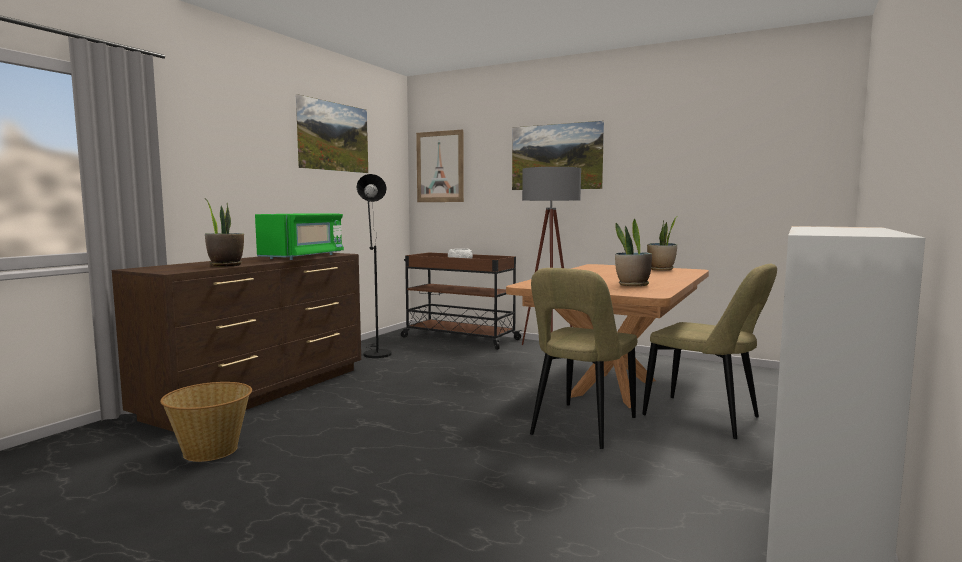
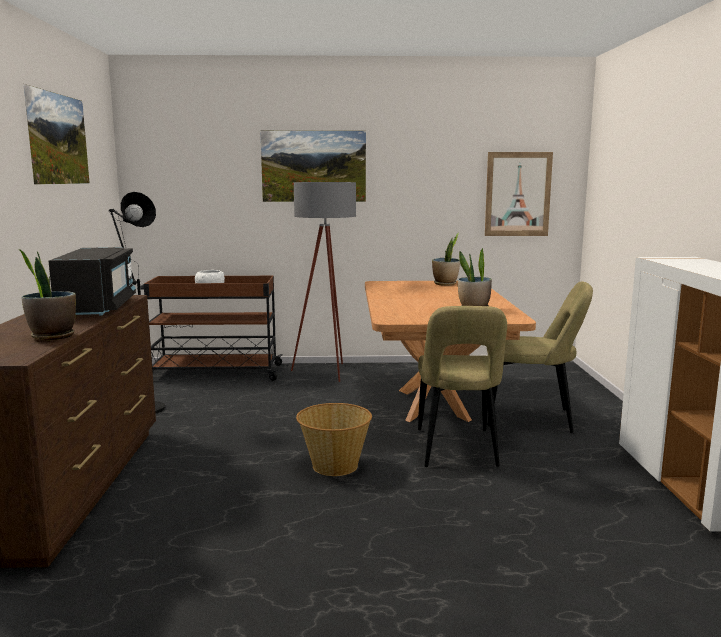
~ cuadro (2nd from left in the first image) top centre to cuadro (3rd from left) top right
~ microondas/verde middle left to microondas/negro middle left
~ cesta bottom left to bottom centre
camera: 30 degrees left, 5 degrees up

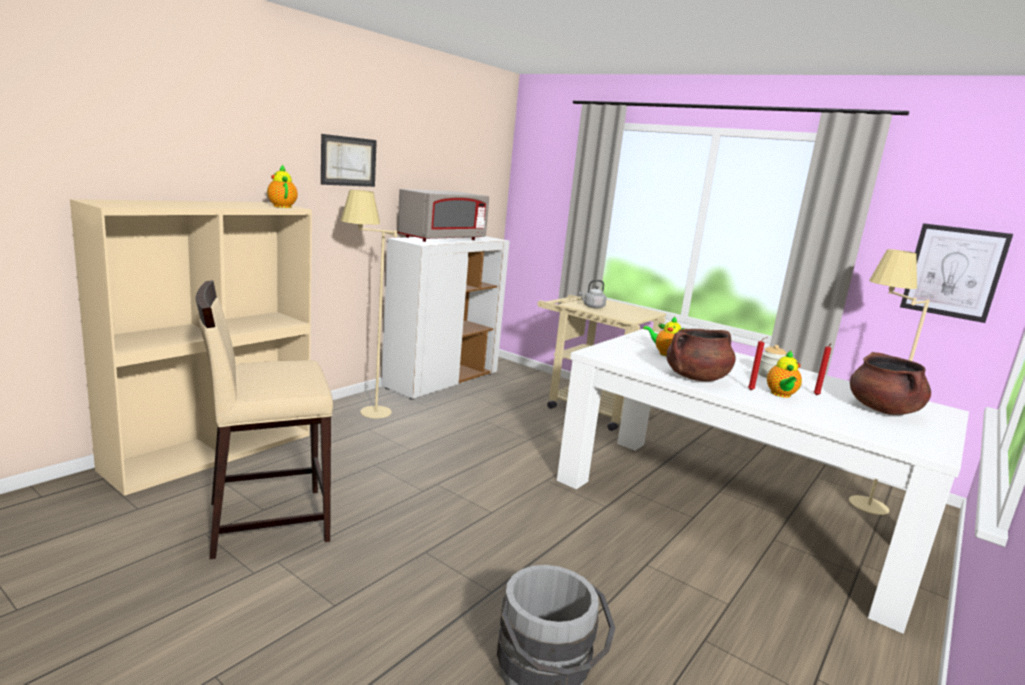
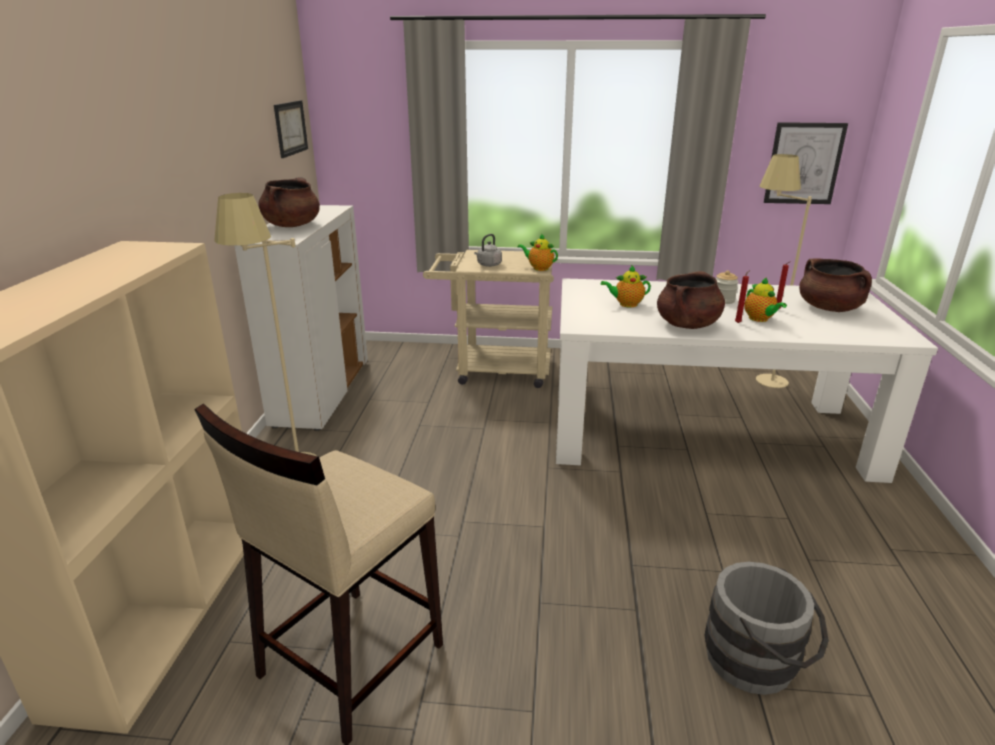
~ cuadro (1st from left) top centre to top left
~ tetera (1st from left) top left to centre
~ microondas/gris top centre to olla/marrón (1st from left) top left
camera: 30 degrees left, 10 degrees up

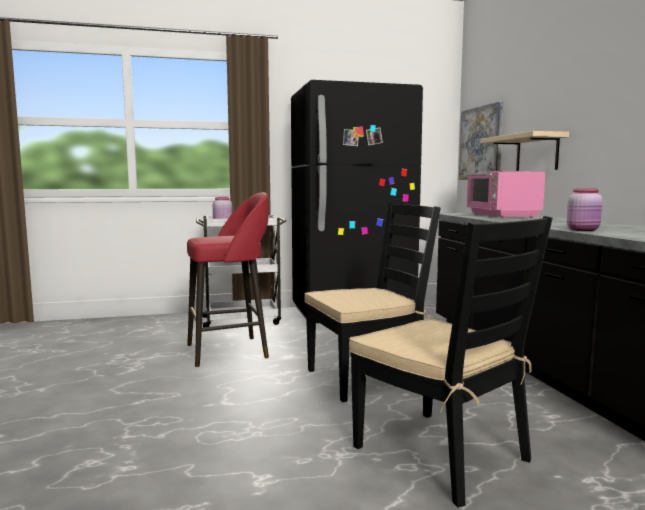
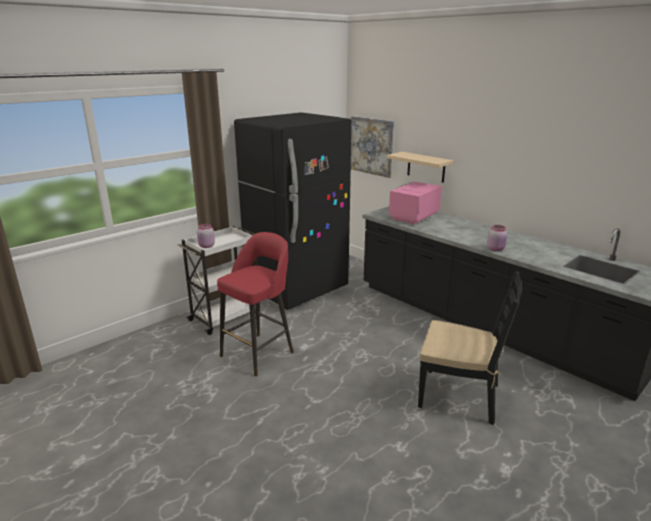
~ microondas/rosa middle right = centre 75 degrees clockwise
- silla/negro (1st from left) centre
camera: 30 degrees left, 15 degrees up

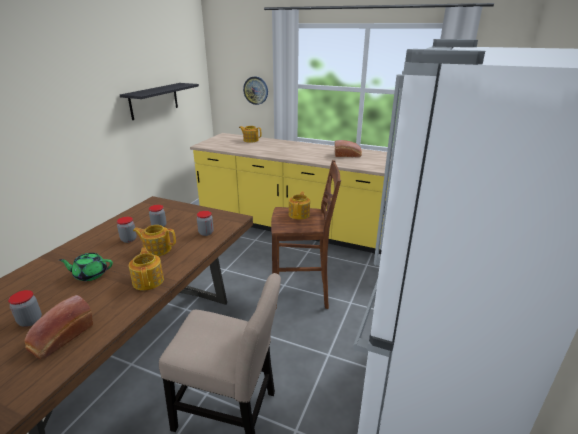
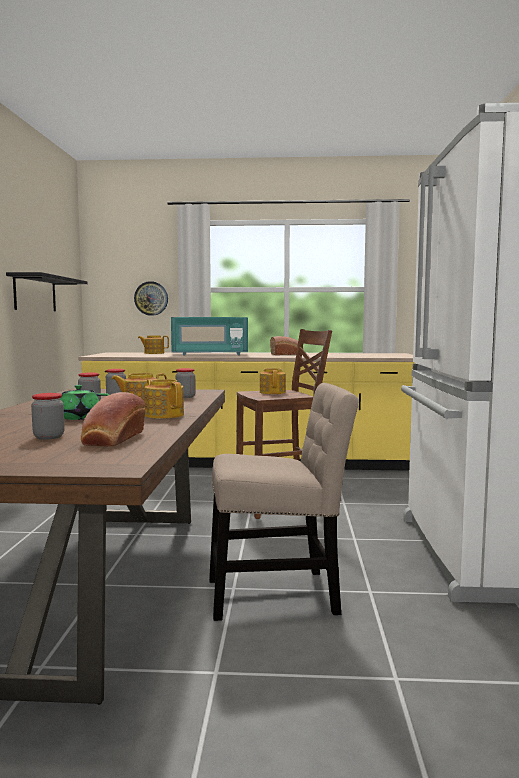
+ microondas/turquesa centre
camera: 20 degrees left, 20 degrees down

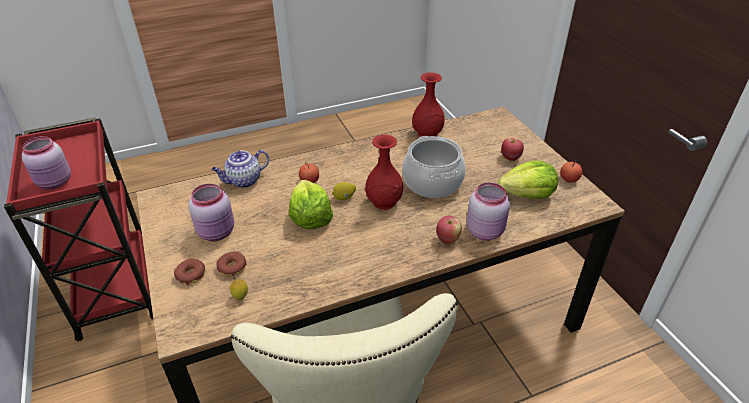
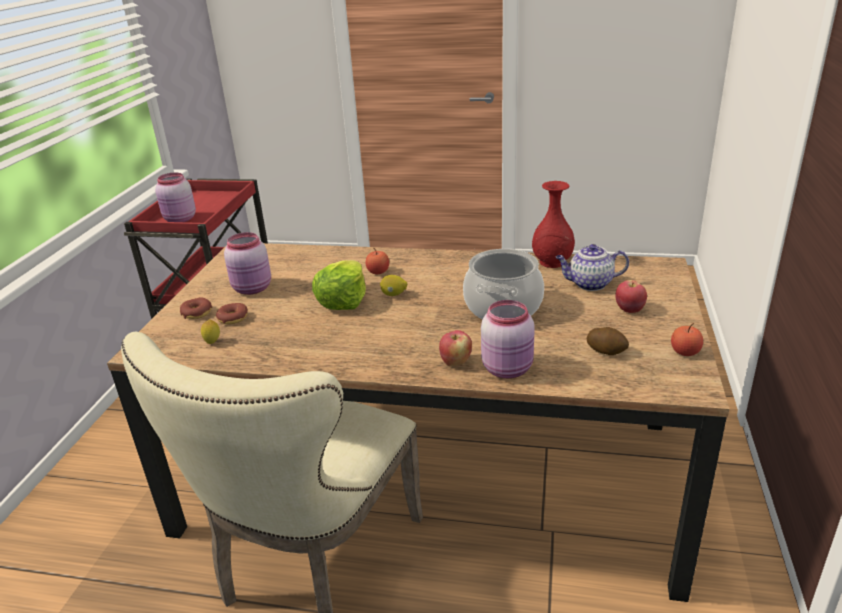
- florero/rojo (1st from left) centre
~ tetera middle left to middle right
~ lechuga (2nd from left) middle right to patata middle right
camera: 35 degrees right, 10 degrees down

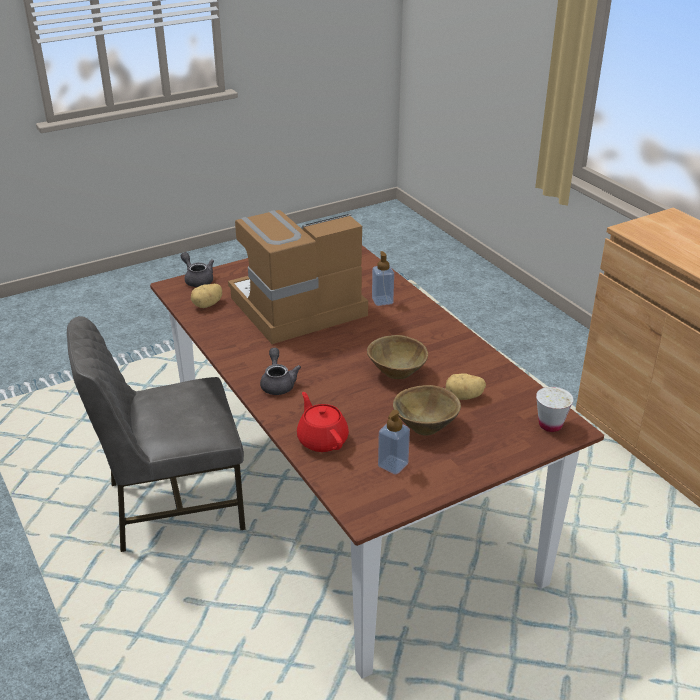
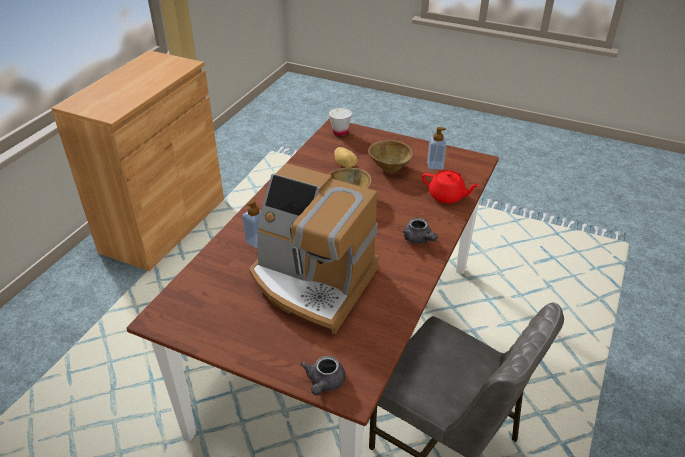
- patata (1st from left) middle left
~ tetera/gris (2nd from left) centre = centre 75 degrees counterclockwise
~ tetera/rojo centre = centre 90 degrees counterclockwise
camera: 125 degrees left, 5 degrees up

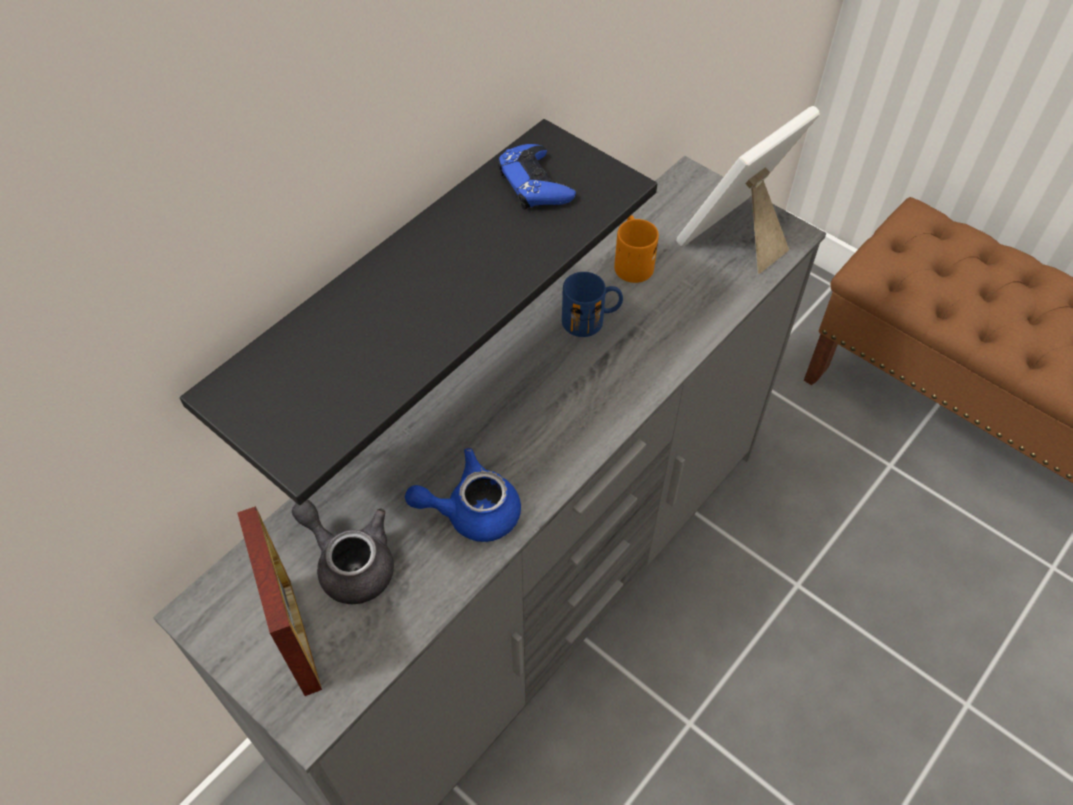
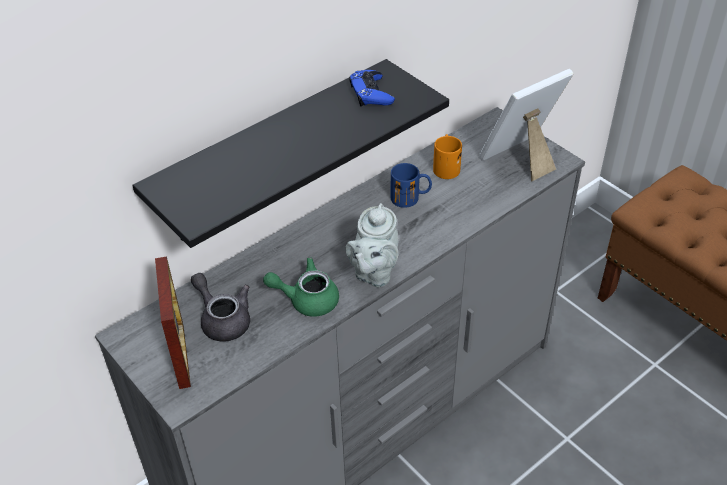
~ tetera/azul centre to tetera/verde centre
+ tetera/gris (2nd from left) centre
camera: 10 degrees right, 10 degrees down

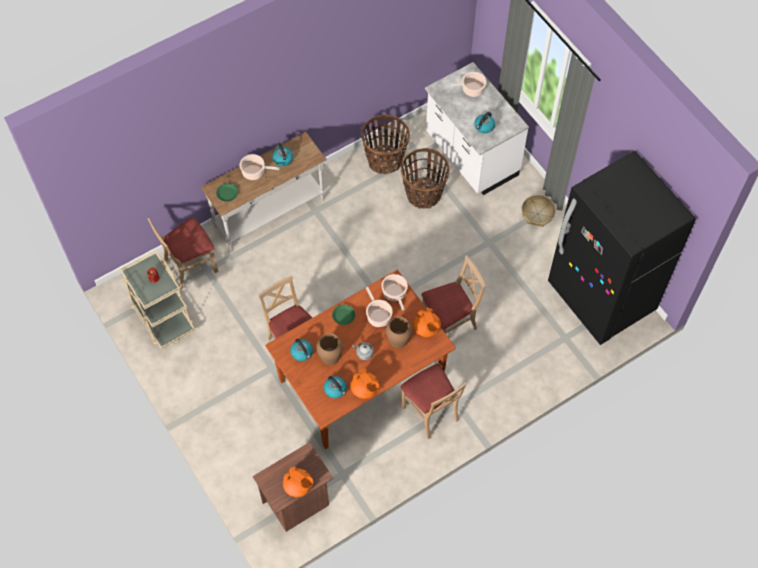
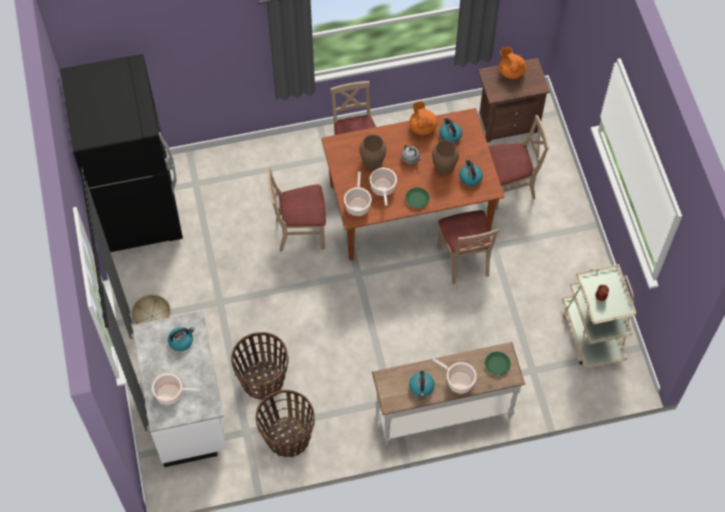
~ silla/beis (1st from left in the first image) middle left to silla/beis (4th from left) top right
- tetera/naranja (3rd from left) centre
camera: 160 degrees left, 0 degrees up

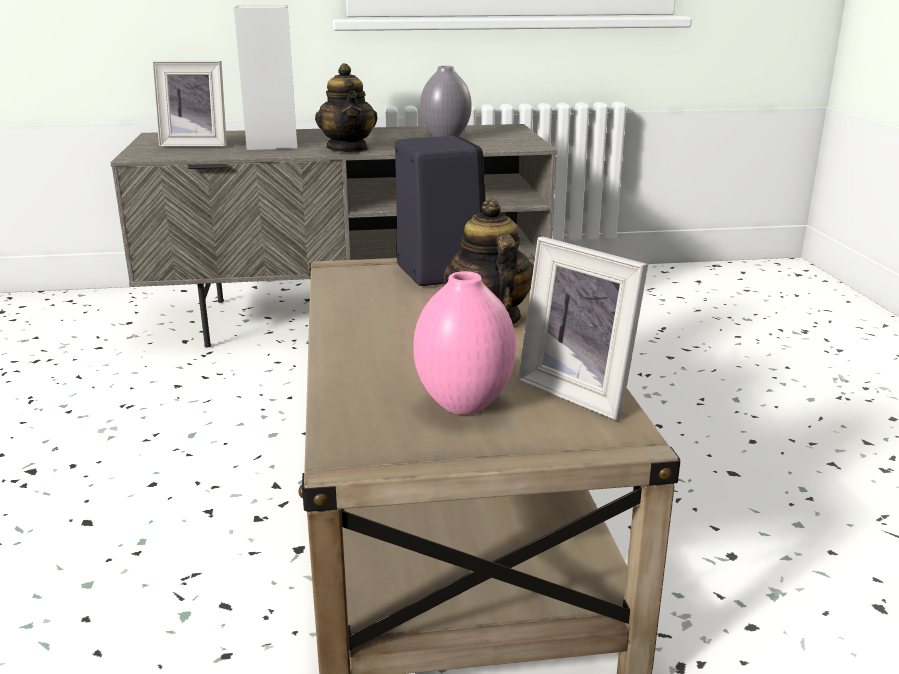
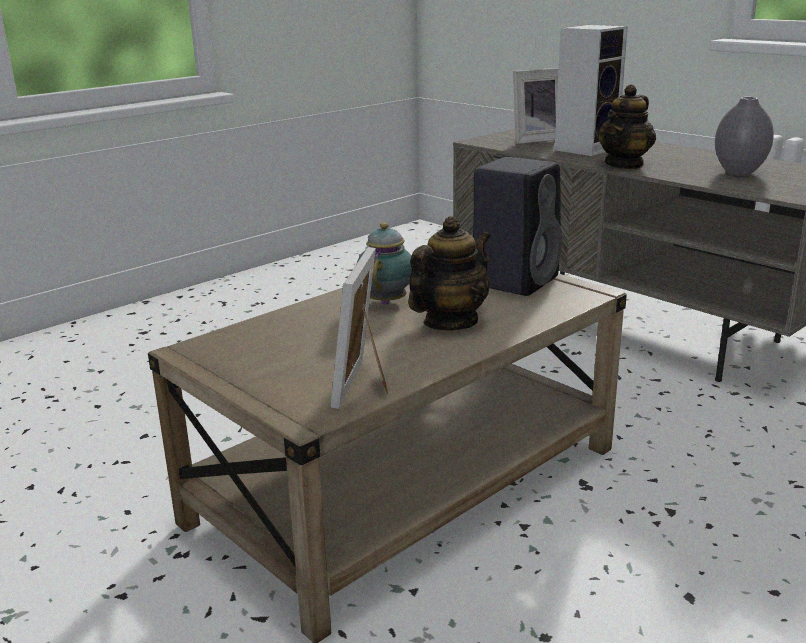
~ portarretratos (1st from left in the first image) top left = top centre 75 degrees counterclockwise
- florero/rosa centre
+ tetera (1st from left) centre
camera: 55 degrees right, 0 degrees up

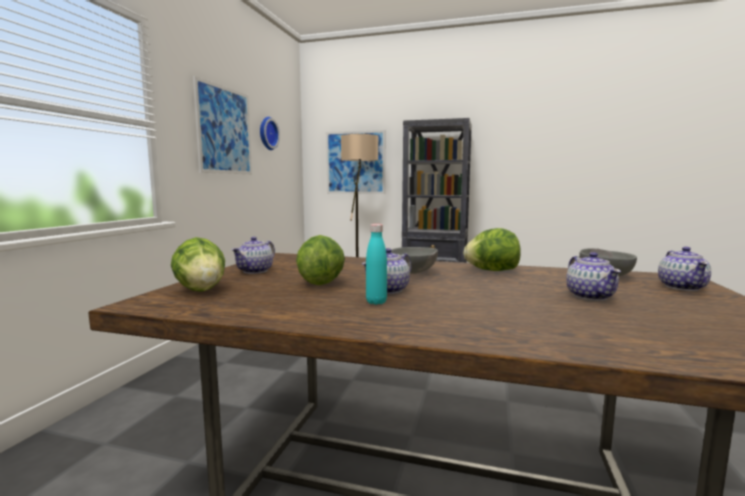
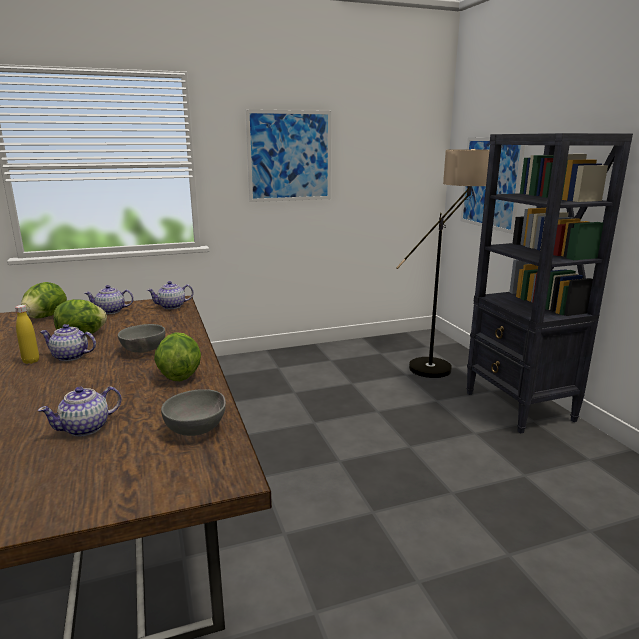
- reloj de pared top centre
~ botella/turquesa centre to botella/amarillo middle left
~ tetera (4th from left) middle right to middle left
camera: 55 degrees right, 10 degrees up

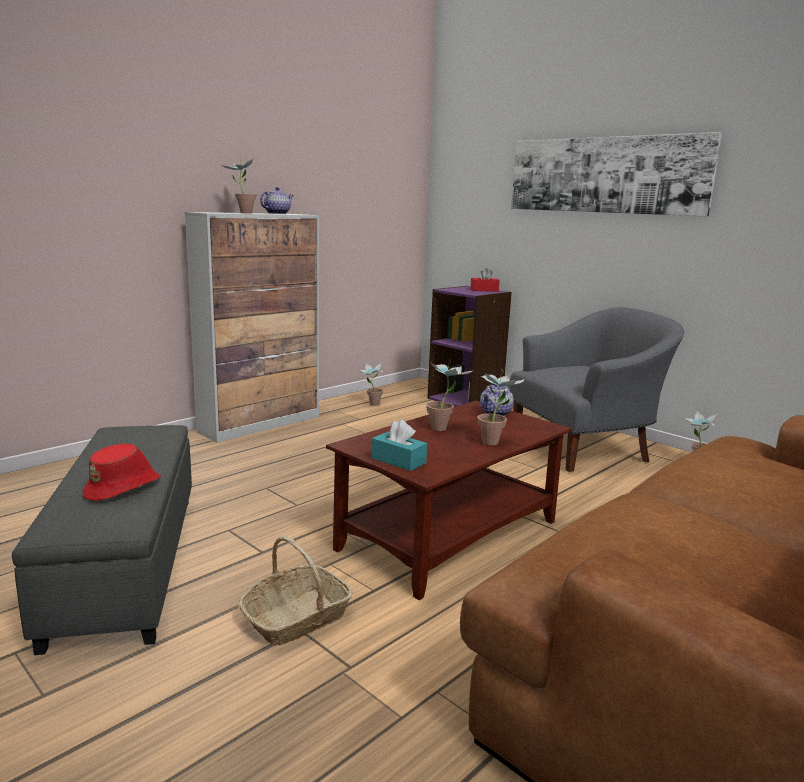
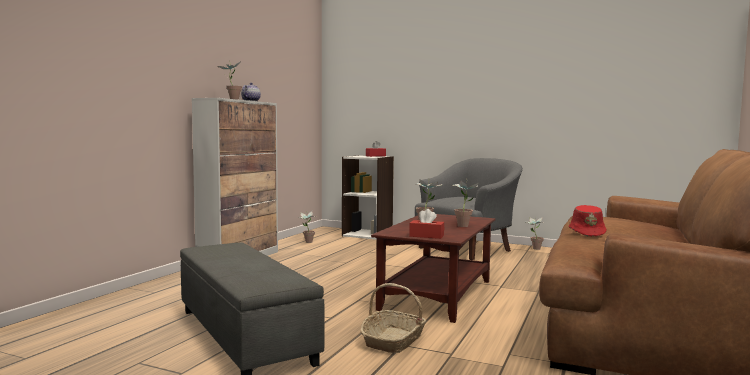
- cuadro top right
~ estantería/morado centre to estantería/blanco centre
- tetera (2nd from left) centre
~ caja de pañuelos/turquesa centre to caja de pañuelos/rojo (2nd from left) centre
~ sombrero/rojo middle left to middle right
camera: 20 degrees left, 10 degrees down

